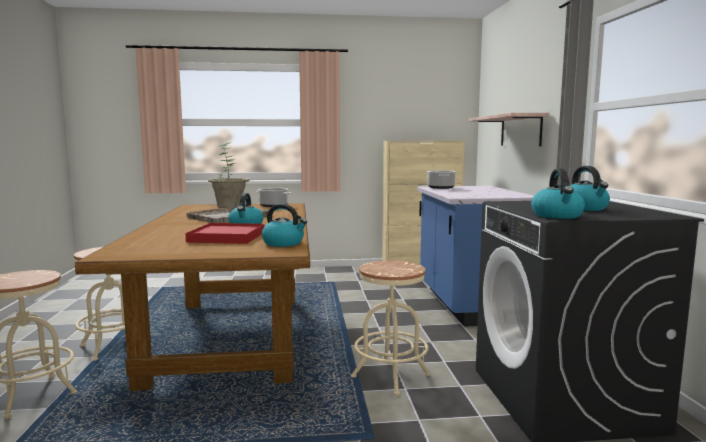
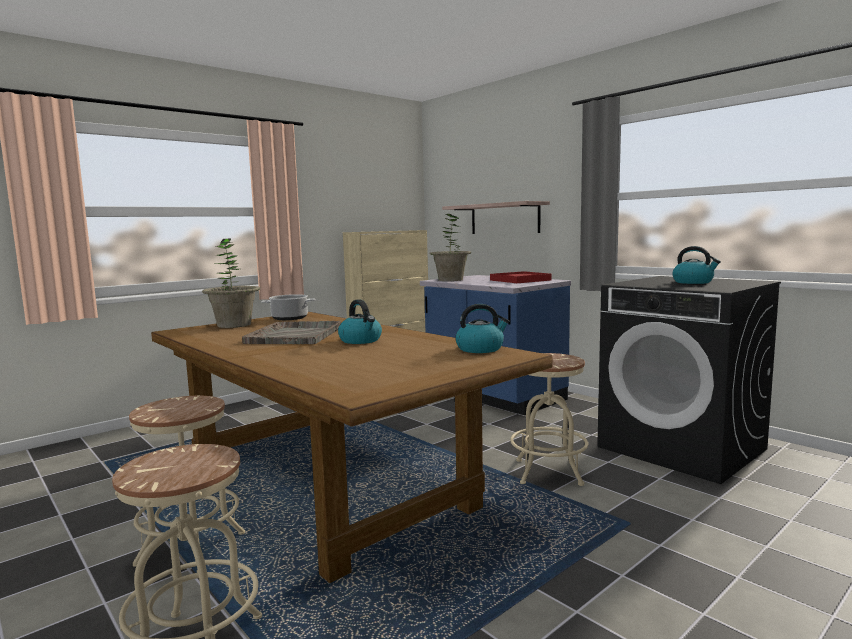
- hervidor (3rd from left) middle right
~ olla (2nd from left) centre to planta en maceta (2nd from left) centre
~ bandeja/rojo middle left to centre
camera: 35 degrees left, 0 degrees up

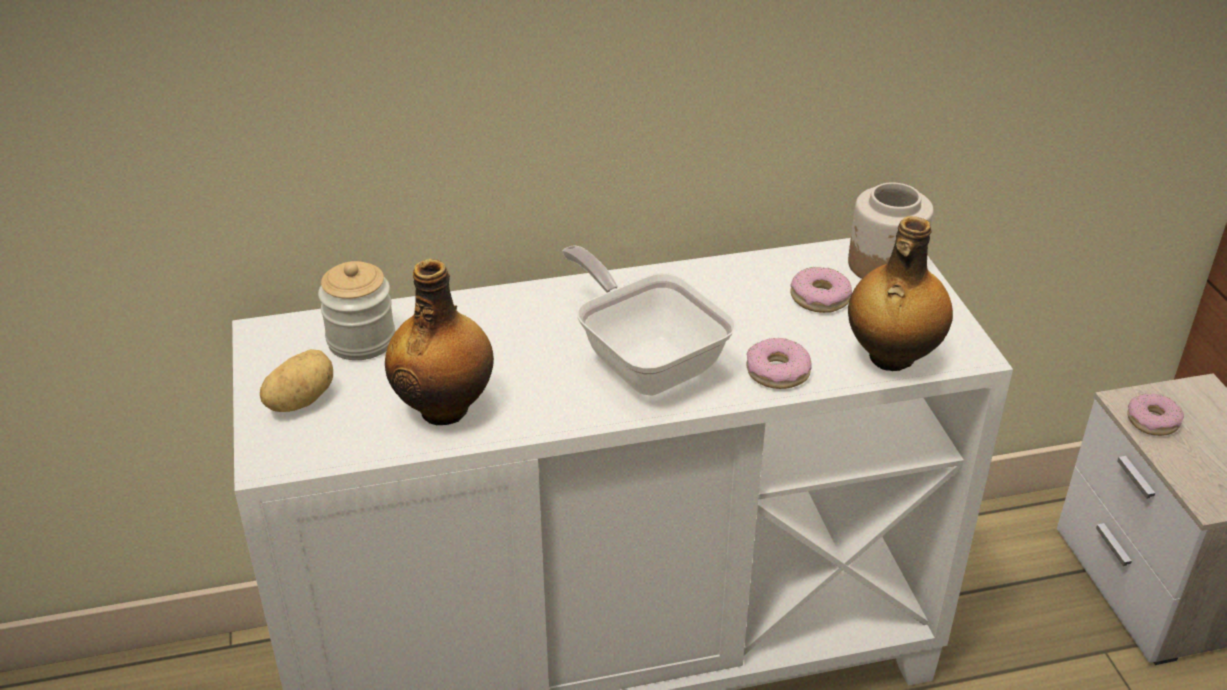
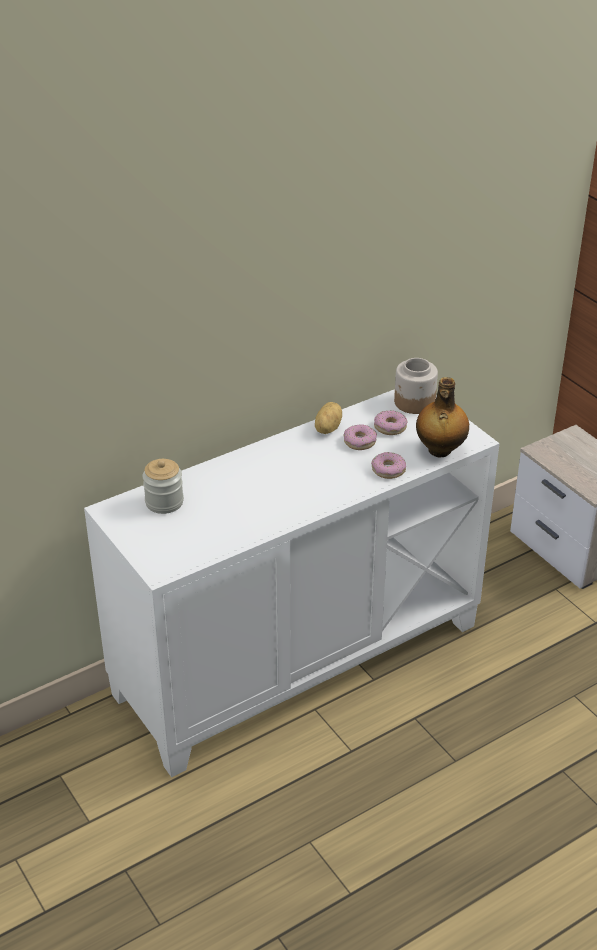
- sartén centre
- botella (1st from left) centre
~ patata middle left to centre
~ rosquilla (3rd from left in the first image) middle right to rosquilla (1st from left) centre
camera: 20 degrees left, 0 degrees up

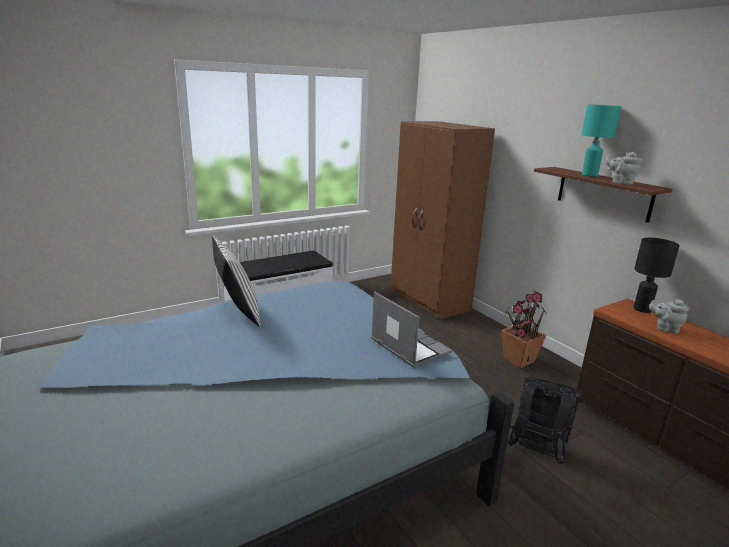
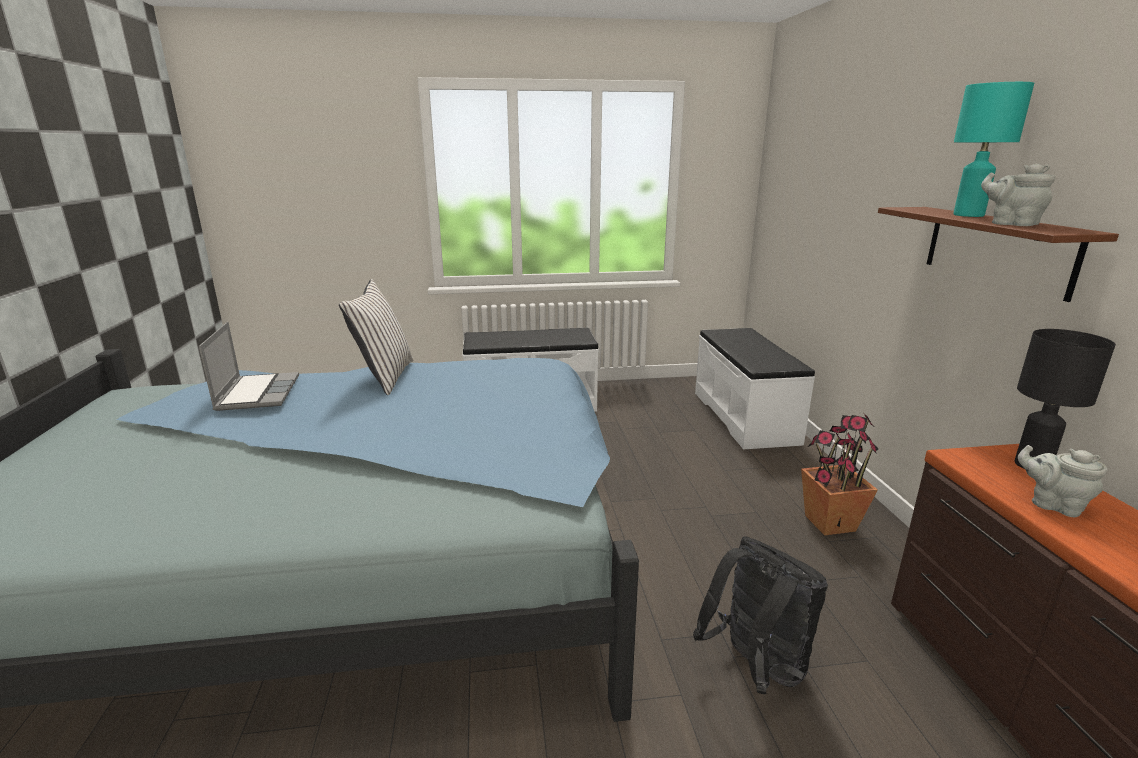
~ armario ropero/marrón centre to banco/blanco (2nd from left) centre
~ portátil centre to middle left
camera: 25 degrees right, 0 degrees up

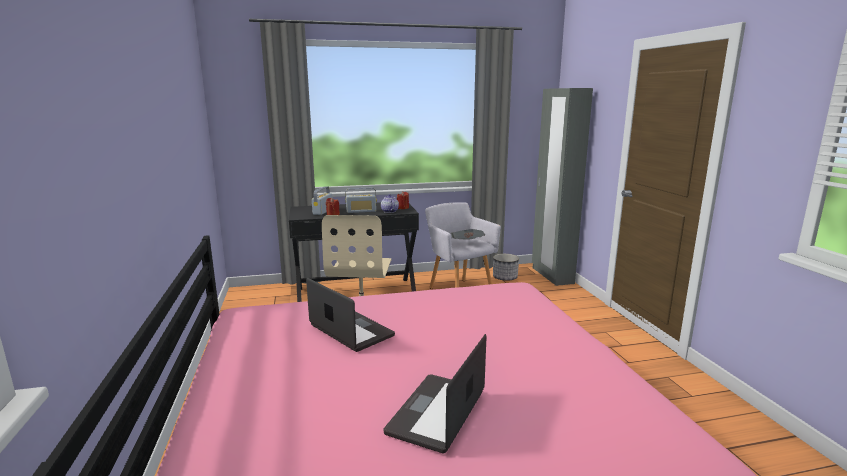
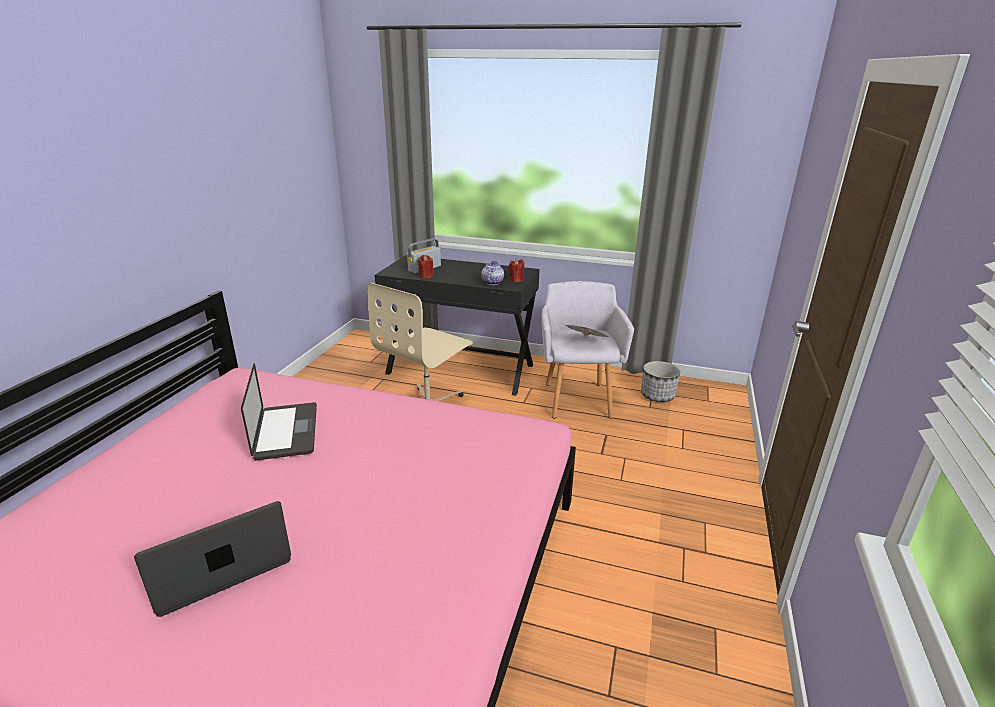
- armario ropero/gris centre
- radio (2nd from left) centre
camera: 30 degrees right, 10 degrees up

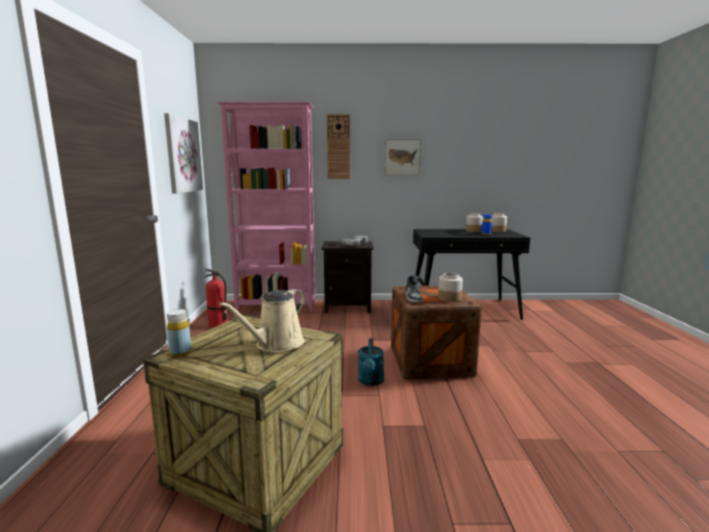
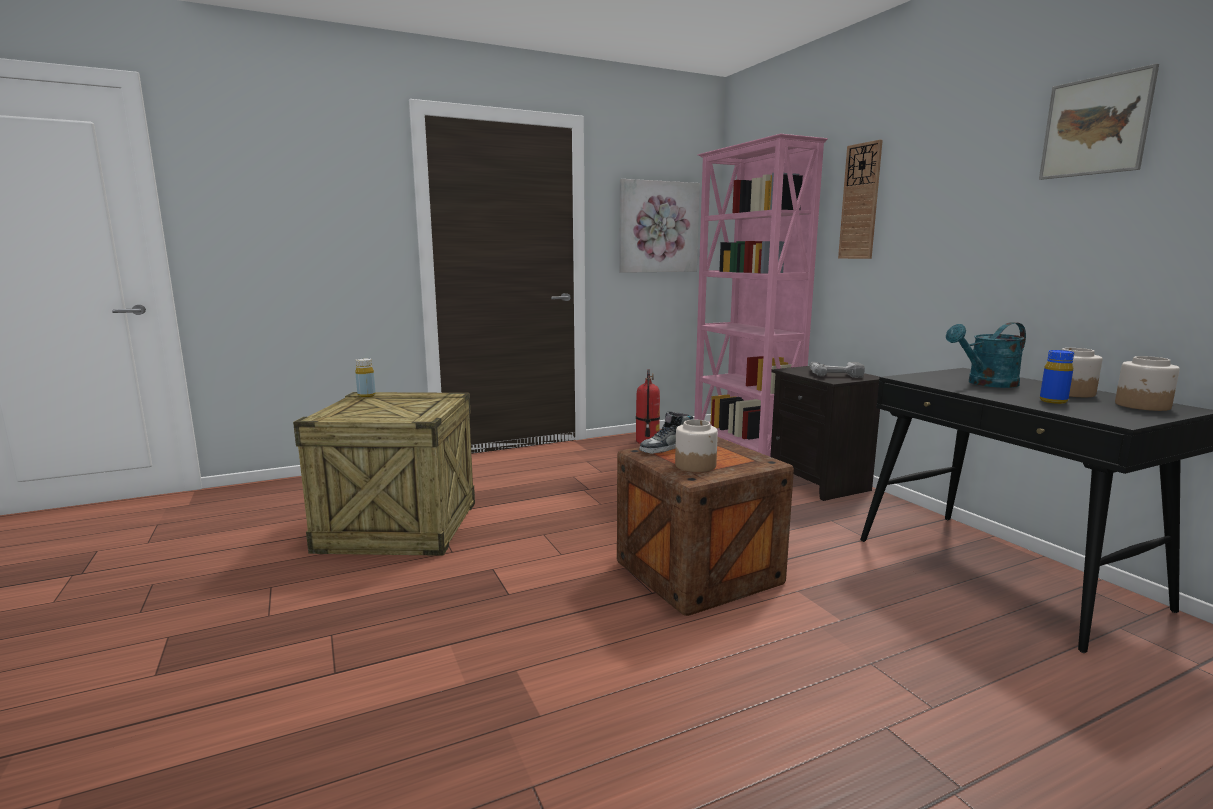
~ cuadro (2nd from left) top centre to top right
- regadera/beis centre
~ regadera/turquesa bottom centre to middle right
camera: 65 degrees right, 0 degrees up

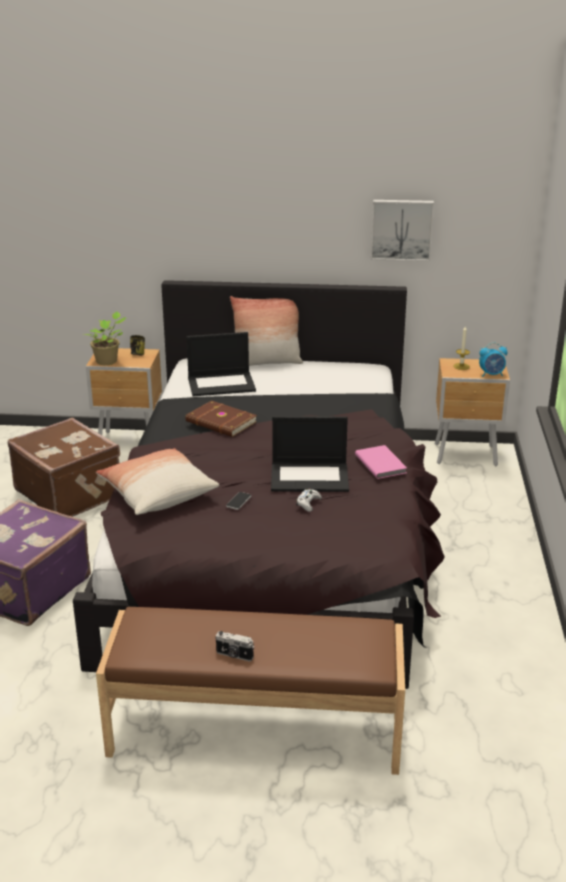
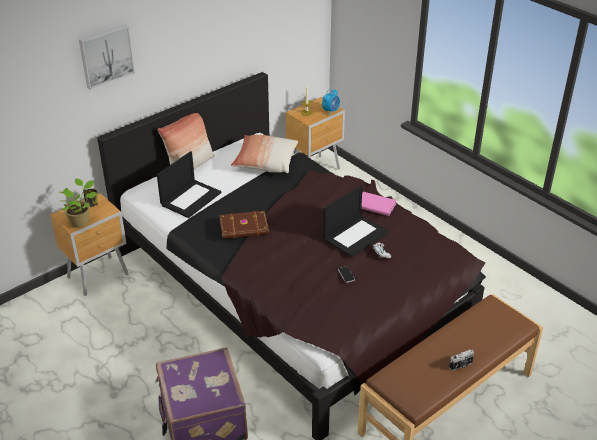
~ cuadro top right to top left
- maleta/marrón middle left
~ cojín (1st from left in the first image) middle left to cojín (2nd from left) centre
camera: 45 degrees left, 10 degrees up

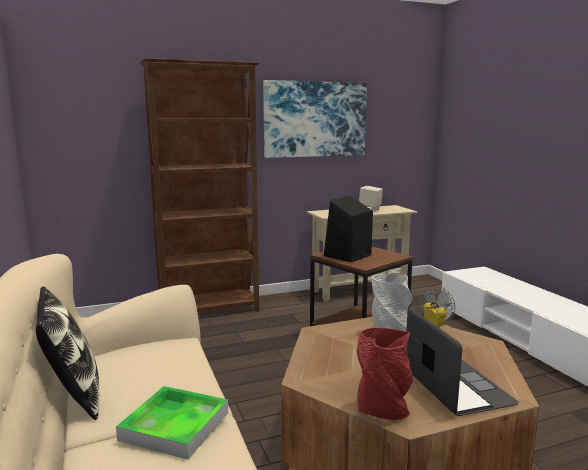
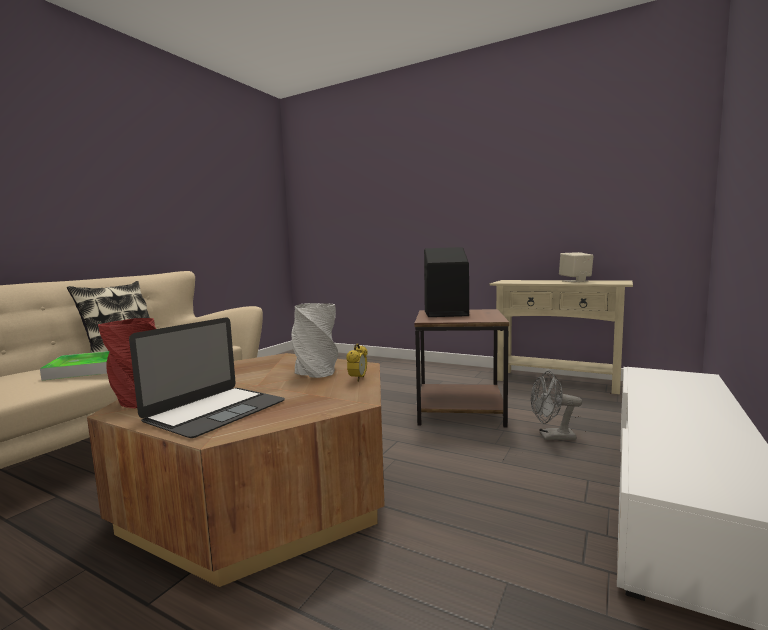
- estantería/marrón centre
- cuadro top centre
camera: 50 degrees right, 5 degrees down

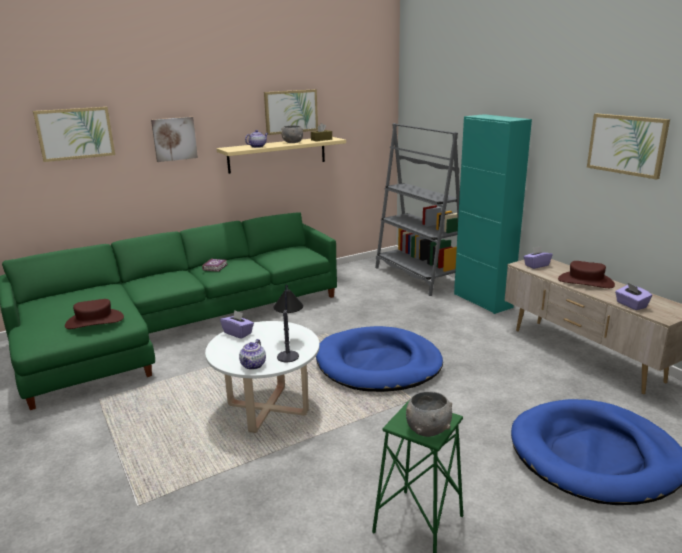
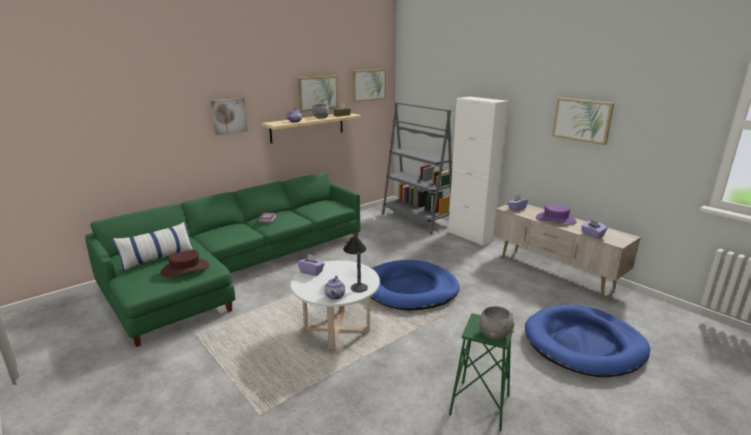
~ cuadro (1st from left in the first image) top left to cuadro (3rd from left) top centre
~ armario/turquesa middle right to armario/blanco centre
~ sombrero/marrón (2nd from left) middle right to sombrero/morado middle right
+ cojín middle left
camera: 10 degrees left, 0 degrees up

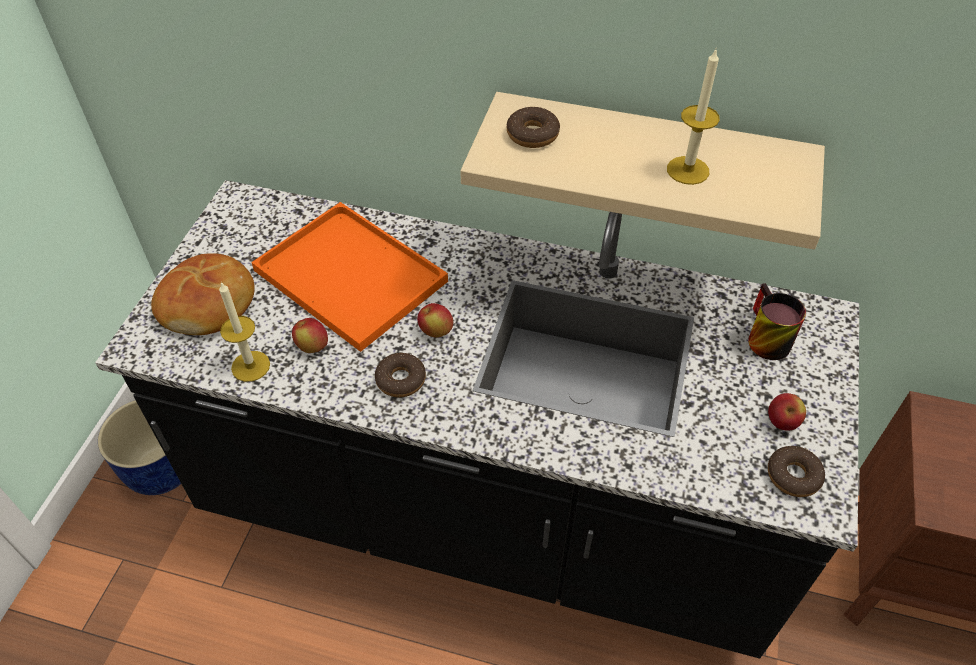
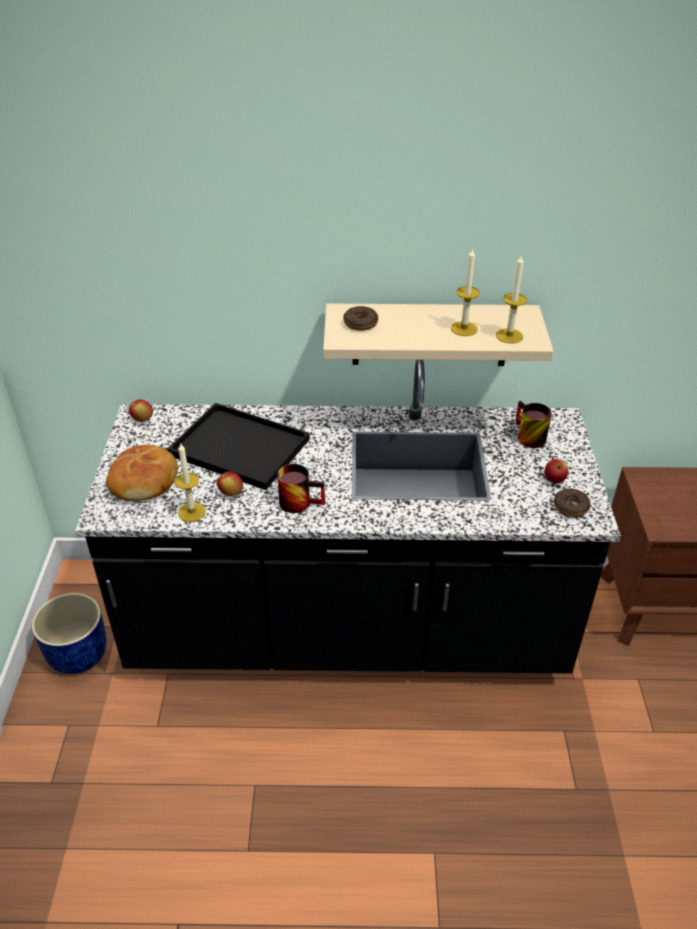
~ bandeja/naranja centre to bandeja/negro centre
~ manzana (2nd from left in the first image) centre to manzana (1st from left) middle left
~ rosquilla (1st from left) centre to taza grande (1st from left) centre
+ vela (3rd from left) top right
camera: 15 degrees left, 10 degrees down

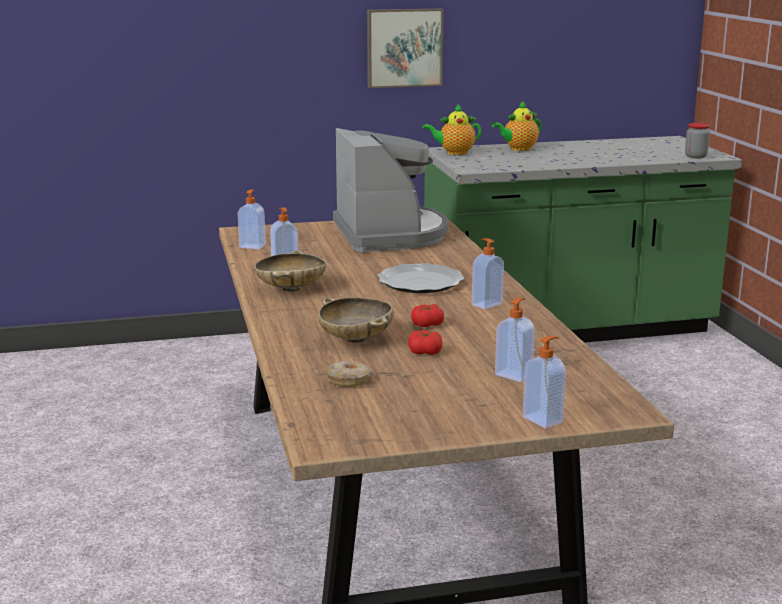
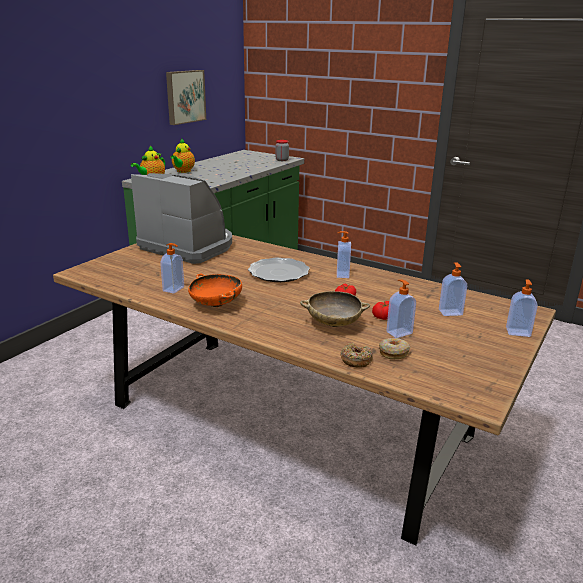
~ cuadro top centre to top left
~ dispensador de jabón (1st from left in the first image) middle left to dispensador de jabón (3rd from left) middle right
~ cuenco/beis (1st from left) centre to cuenco/naranja centre
+ rosquilla (1st from left) centre
camera: 45 degrees left, 5 degrees up

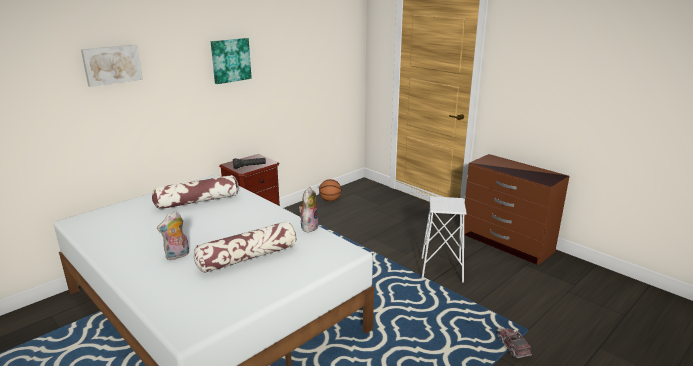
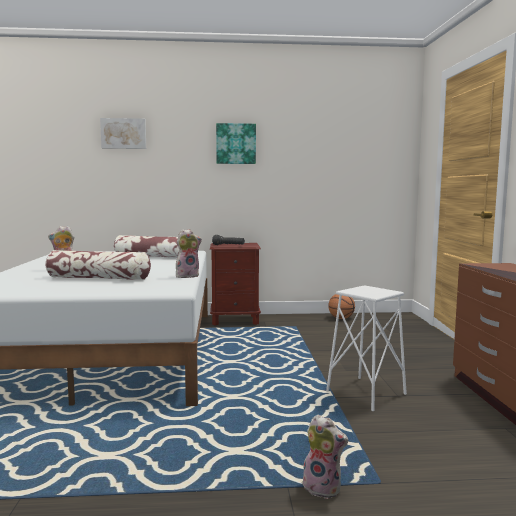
~ camión de juguete bottom right to peluche (3rd from left) bottom centre
camera: 40 degrees right, 15 degrees down

